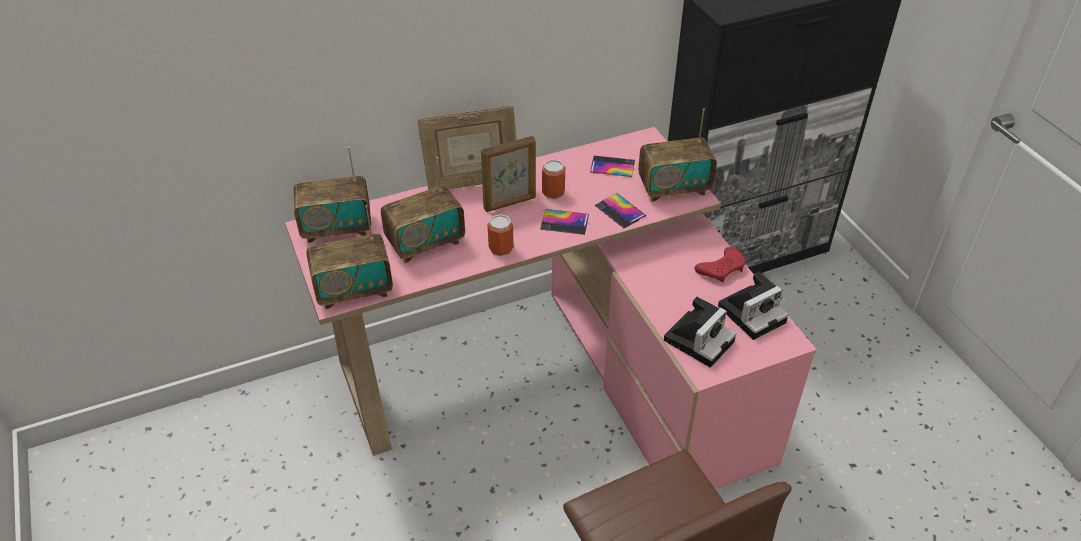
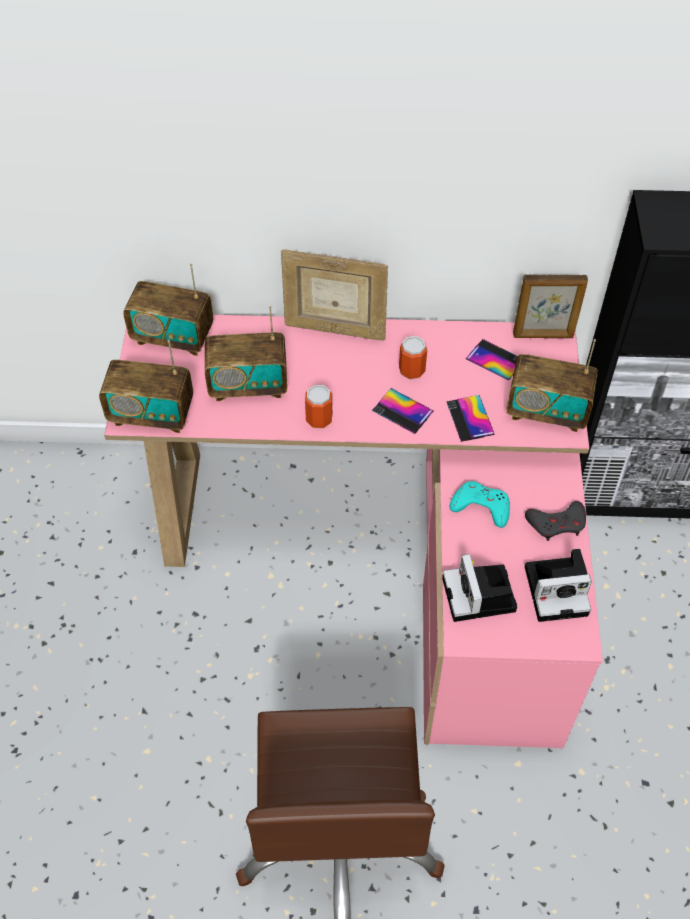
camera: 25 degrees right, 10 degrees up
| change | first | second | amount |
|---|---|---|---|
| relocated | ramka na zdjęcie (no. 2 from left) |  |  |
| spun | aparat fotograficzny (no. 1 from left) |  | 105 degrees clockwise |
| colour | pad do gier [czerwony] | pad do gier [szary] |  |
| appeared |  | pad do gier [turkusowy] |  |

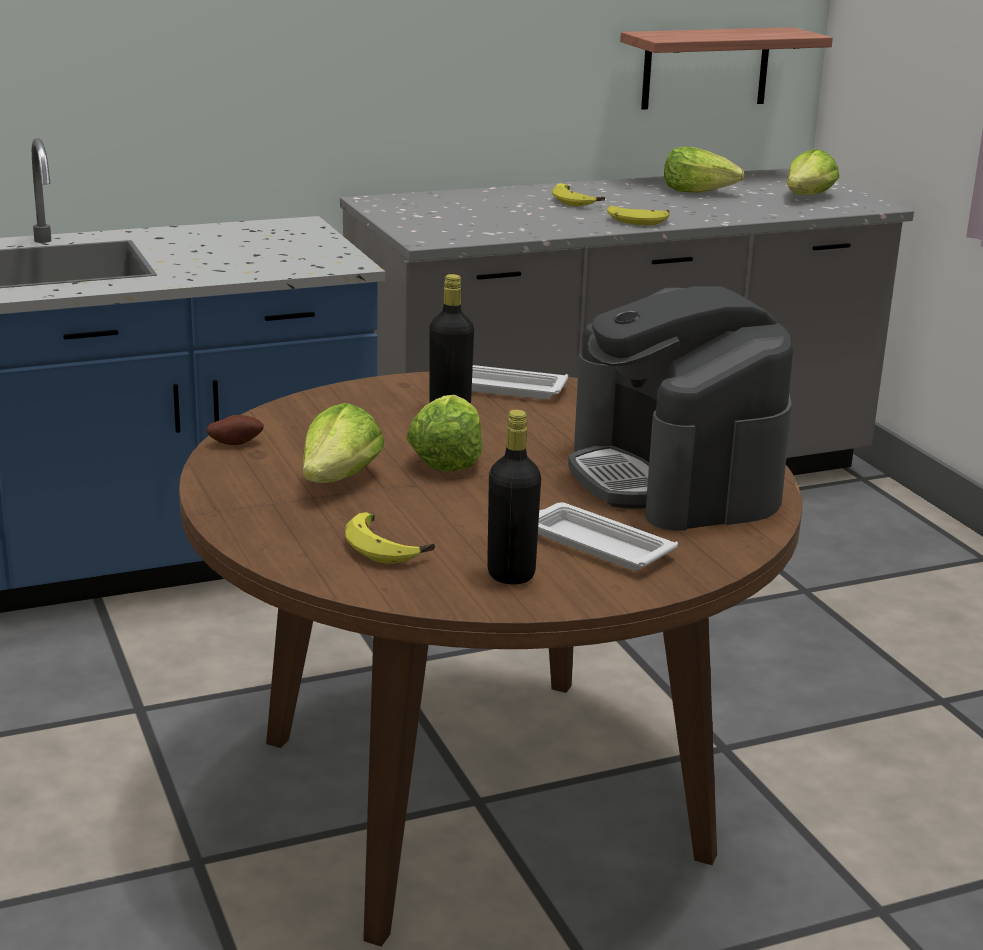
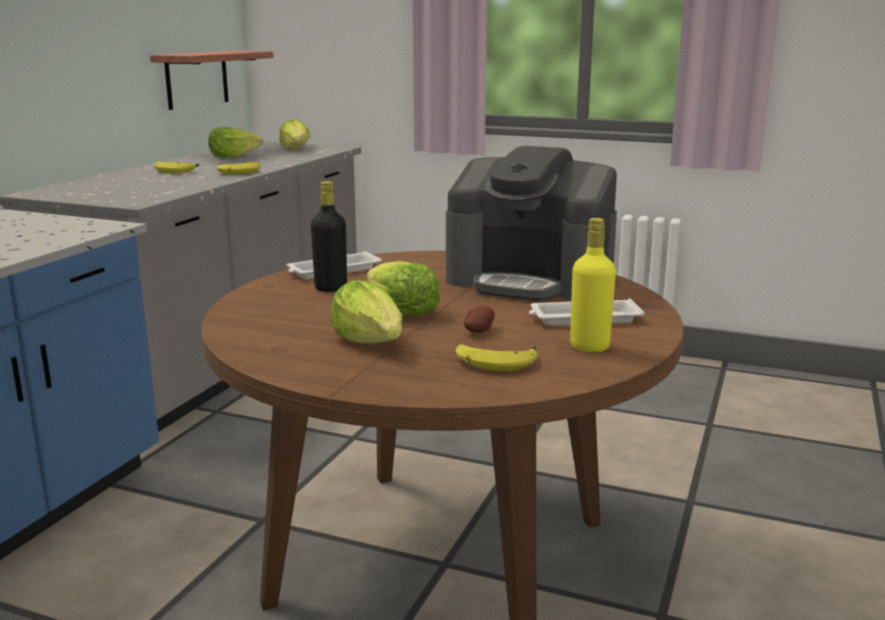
camera: 45 degrees left, 5 degrees down
| change | first | second | amount |
|---|---|---|---|
| relocated | ziemniak |  |  |
| colour | butelka [czarny] (no. 2 from left) | butelka [żółty] |  |

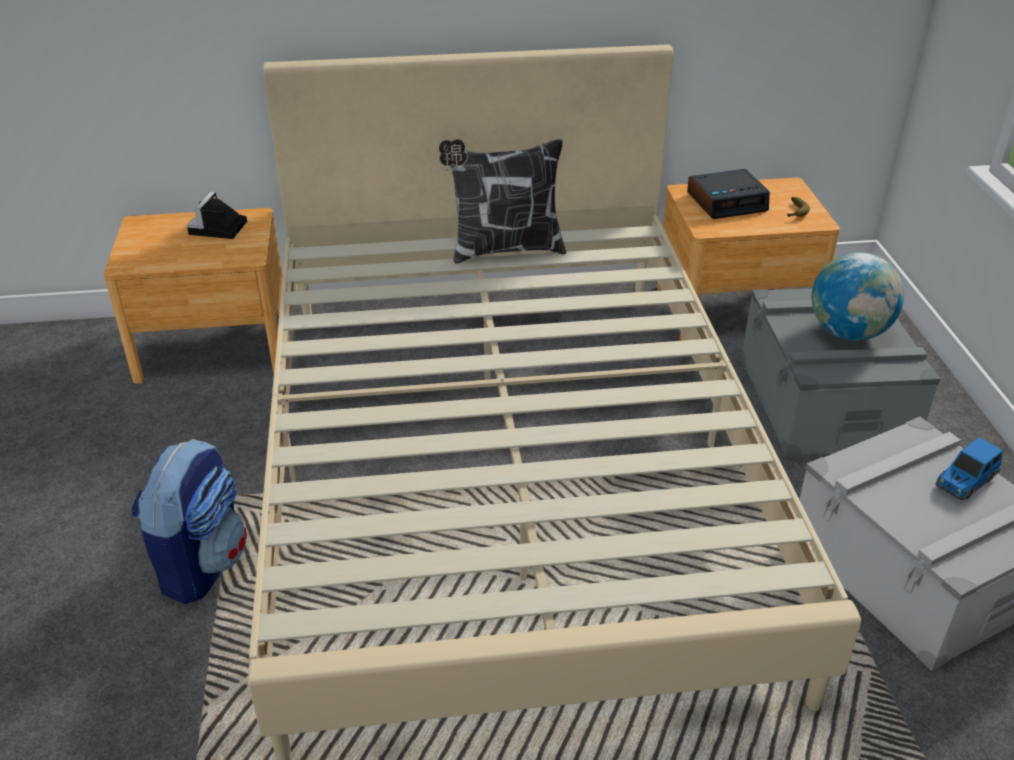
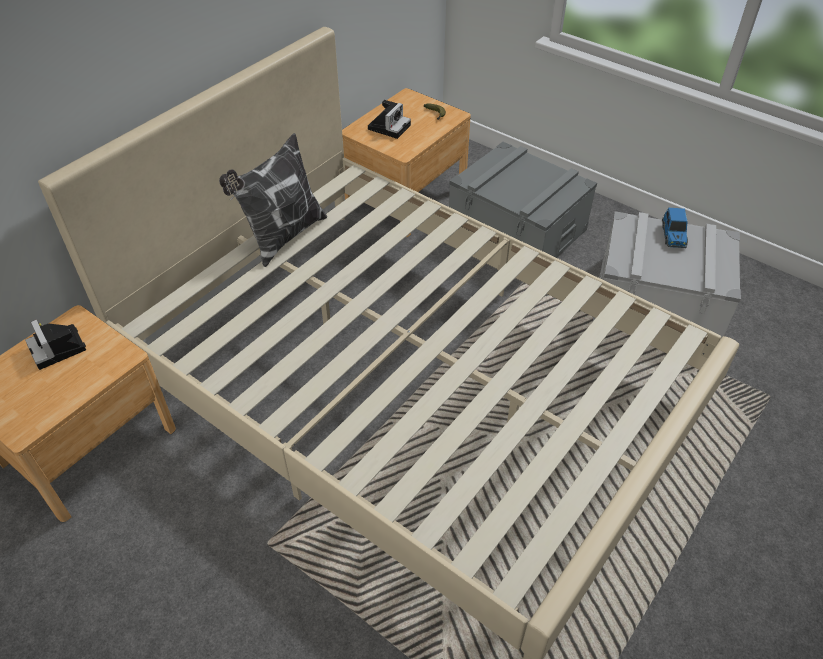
camera: 45 degrees left, 10 degrees up
| change | first | second | amount |
|---|---|---|---|
| missing | plecak |  |  |
| exchanged | budzik | aparat fotograficzny (no. 2 from left) |  |
| missing | globus |  |  |

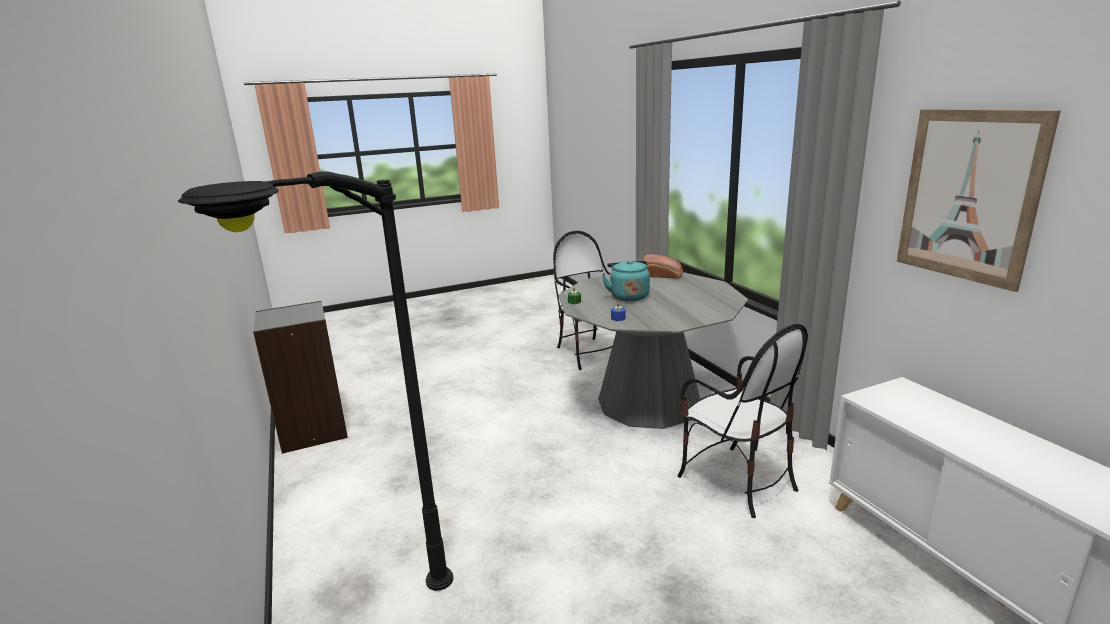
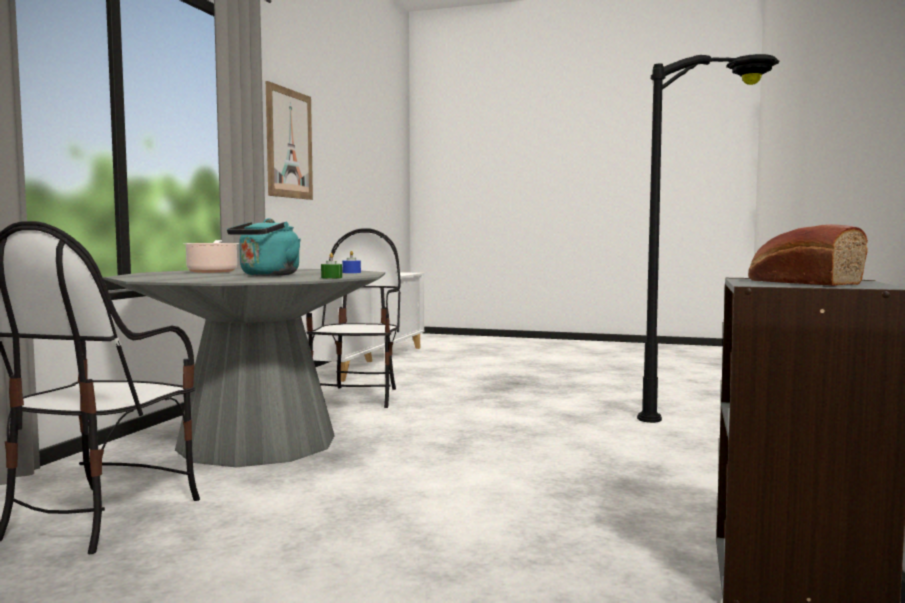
camera: 140 degrees left, 15 degrees down
| change | first | second | amount |
|---|---|---|---|
| relocated | chleb |  |  |
| appeared |  | garnek |  |

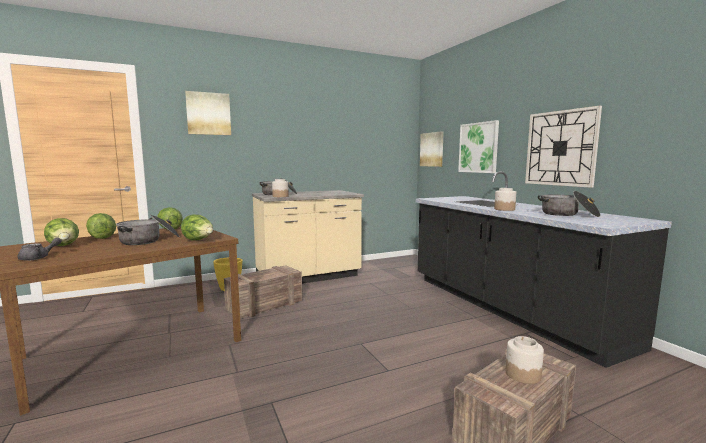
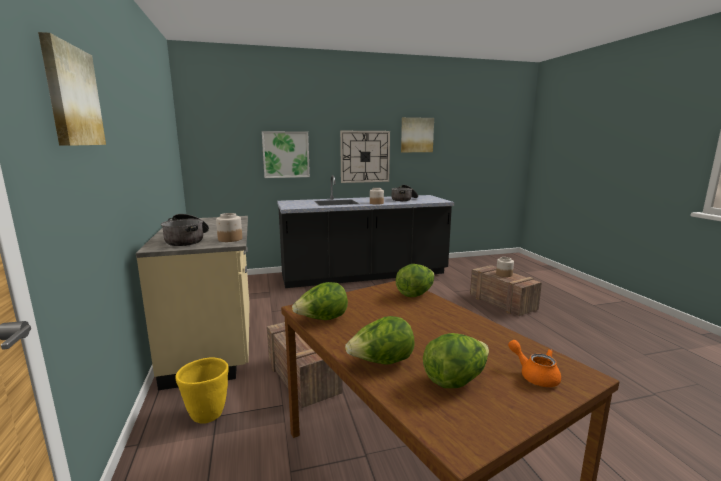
camera: 80 degrees left, 5 degrees up
| change | first | second | amount |
|---|---|---|---|
| colour | imbryk [szary] | imbryk [pomarańczowy] |  |
| missing | garnek (no. 1 from left) |  |  |
| relocated | obraz (no. 2 from left in the first image) | obraz (no. 3 from left) |  |

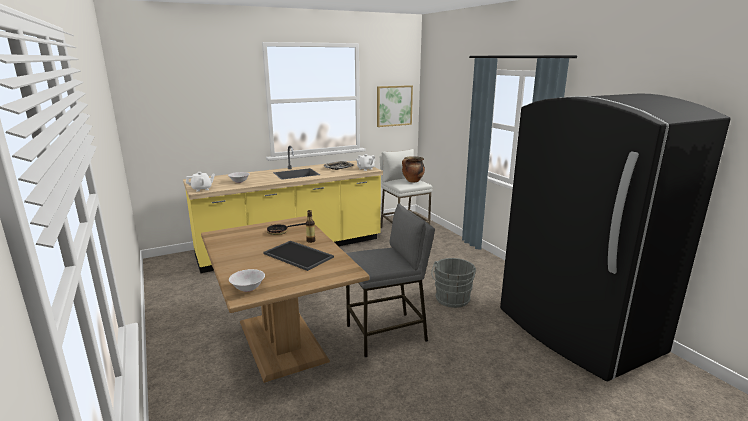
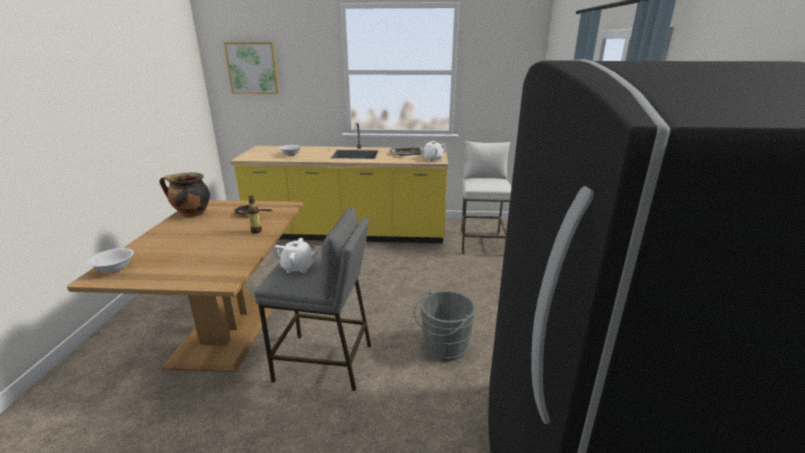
camera: 30 degrees right, 5 degrees up
| change | first | second | amount |
|---|---|---|---|
| relocated | imbryk [biały] (no. 1 from left) |  |  |
| missing | taca (no. 1 from left) |  |  |
| relocated | obraz |  |  |
| relocated | garnek |  |  |

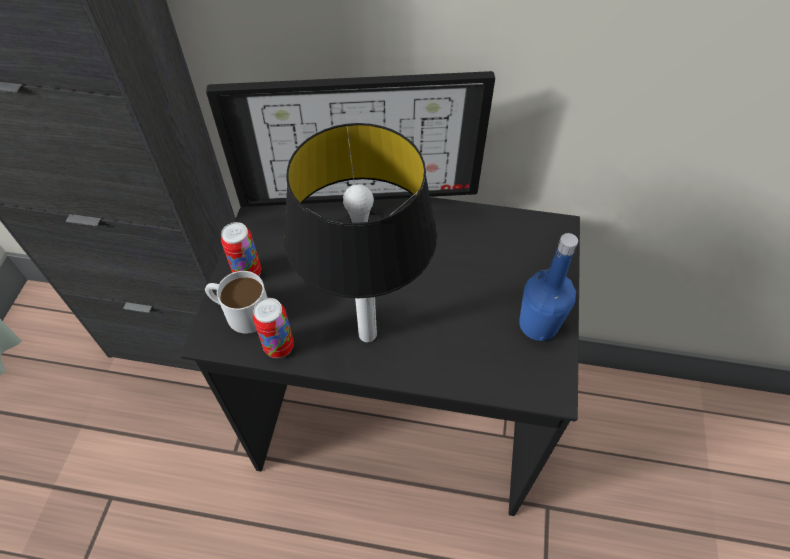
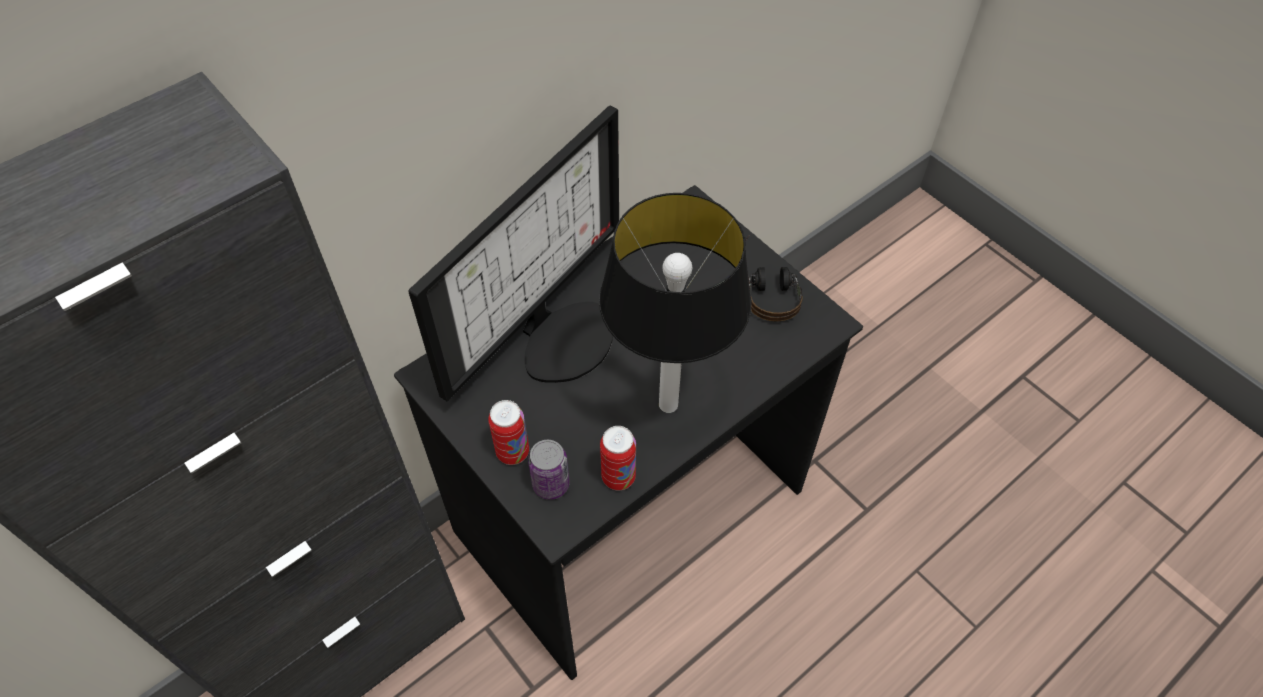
camera: 50 degrees left, 0 degrees up
| change | first | second | amount |
|---|---|---|---|
| exchanged | kubek [biały] | puszka (no. 2 from left) |  |
| exchanged | butelka [niebieski] | słuchawki |  |

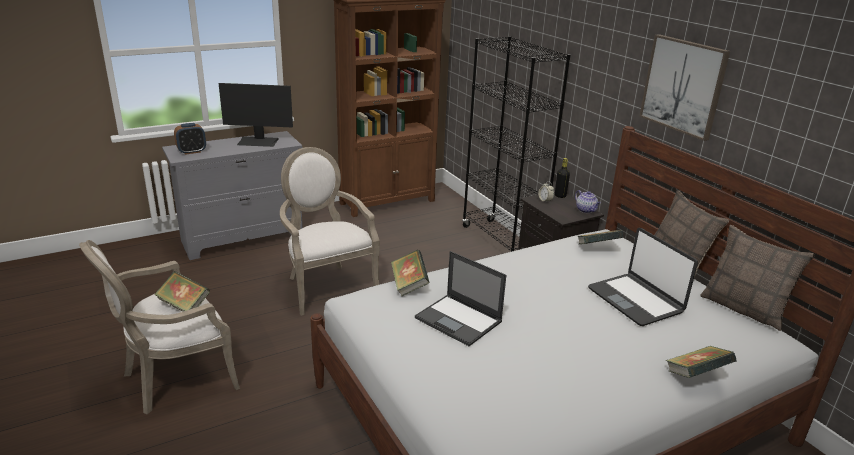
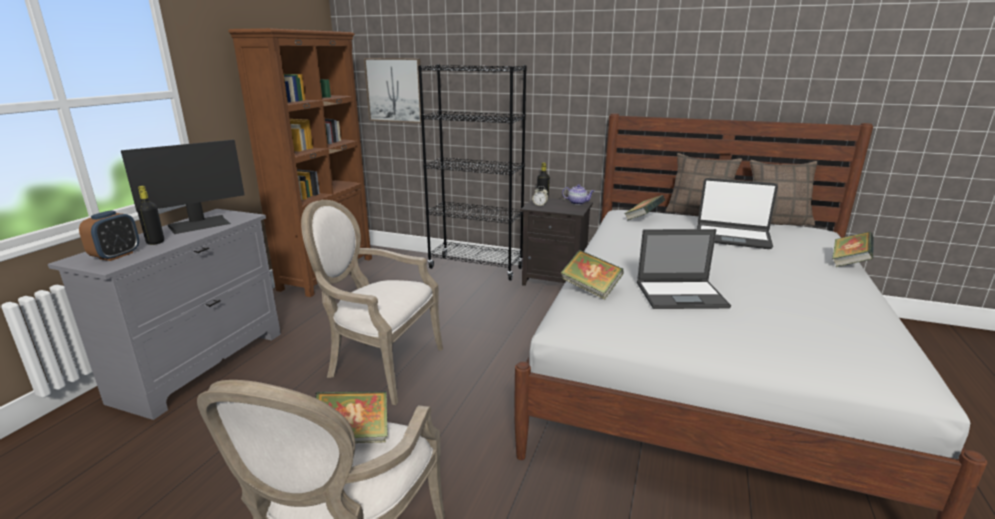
camera: 40 degrees left, 5 degrees down
| change | first | second | amount |
|---|---|---|---|
| relocated | obraz |  |  |
| appeared |  | butelka [czarny] (no. 1 from left) |  |

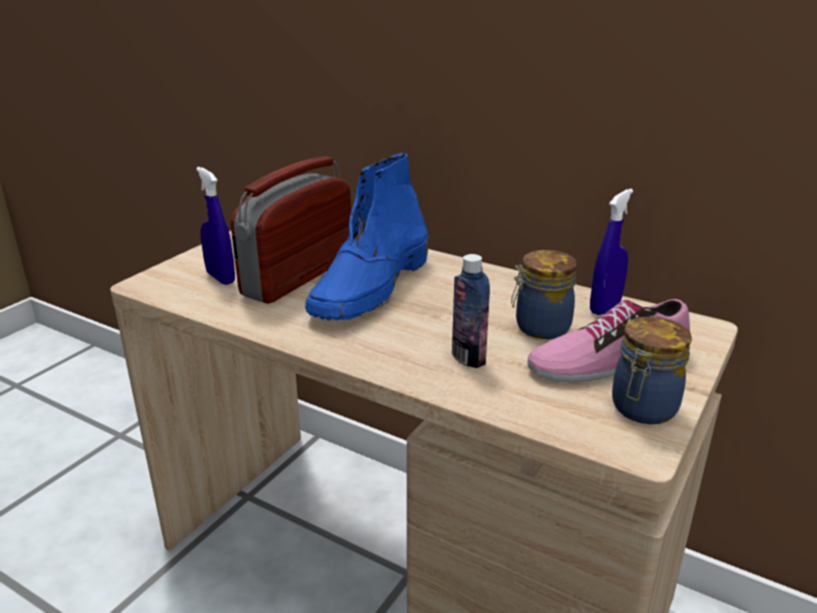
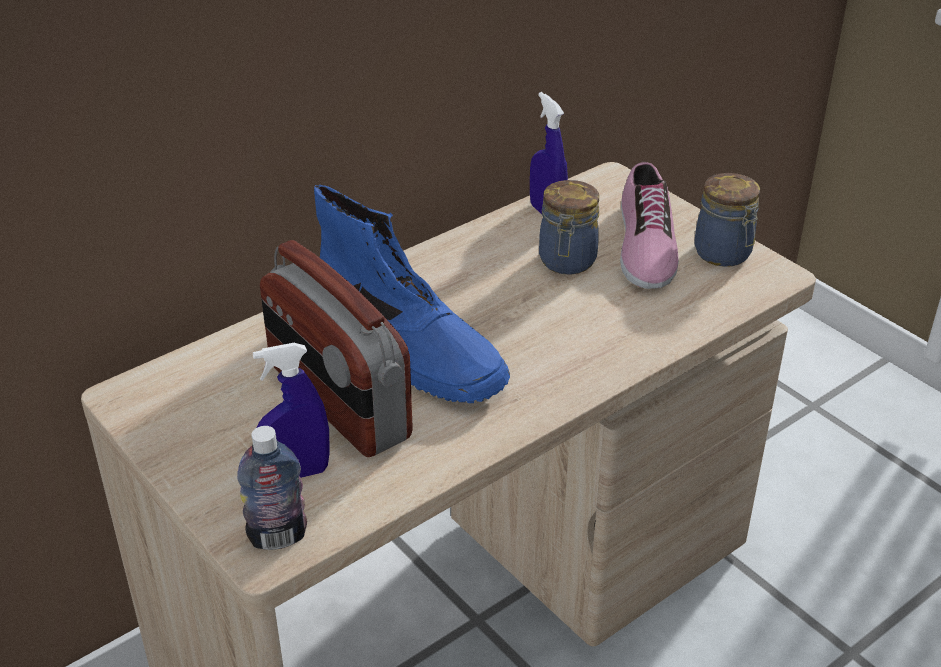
camera: 70 degrees left, 10 degrees up
| change | first | second | amount |
|---|---|---|---|
| relocated | butelka |  |  |

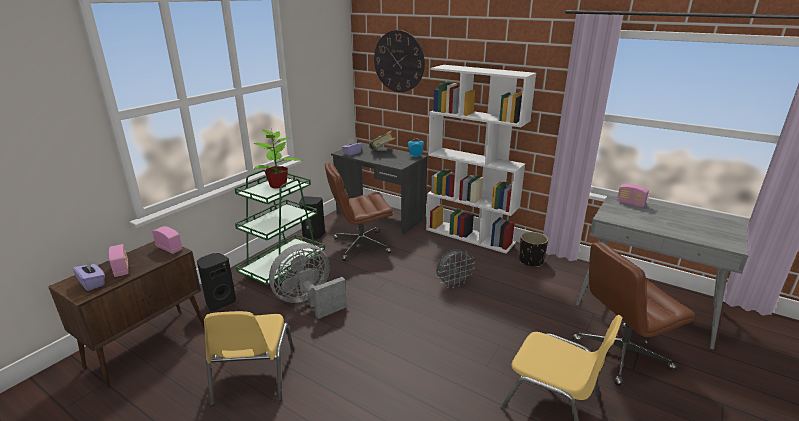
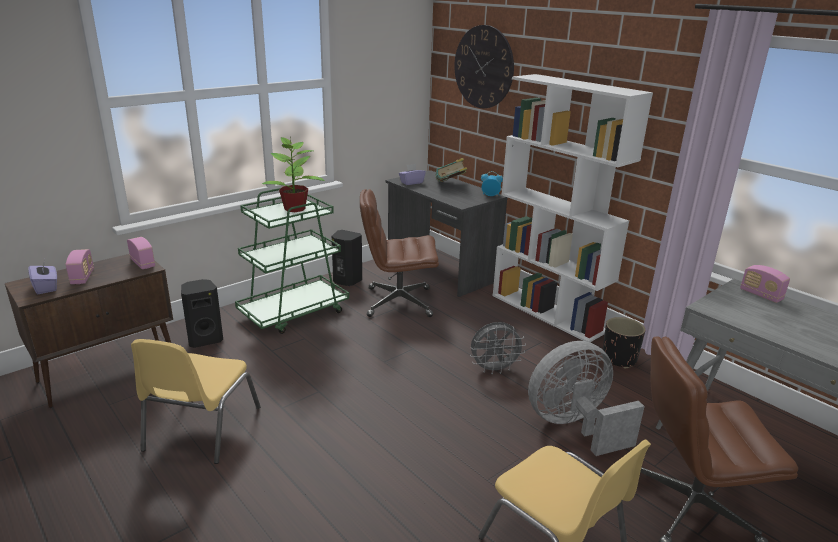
camera: 15 degrees right, 0 degrees up
| change | first | second | amount |
|---|---|---|---|
| relocated | wentylator [szary] (no. 1 from left in the first image) | wentylator [szary] (no. 2 from left) |  |

